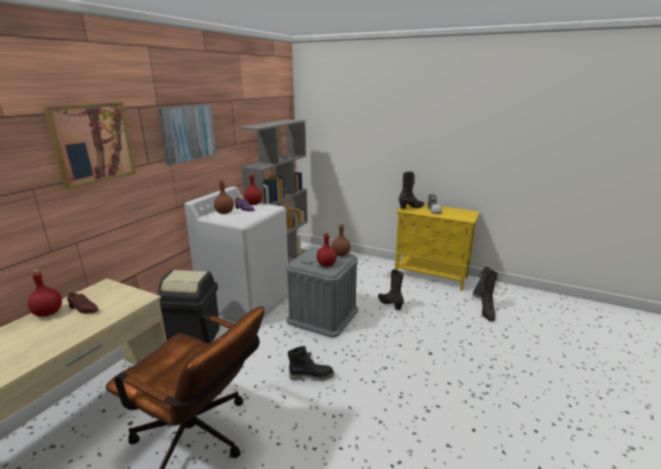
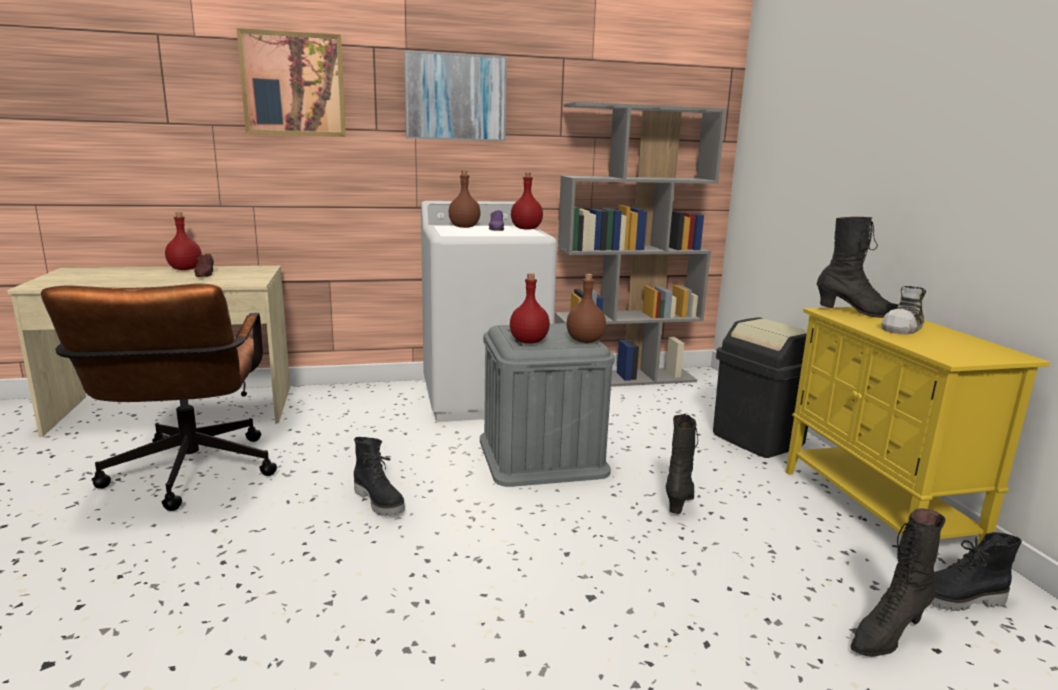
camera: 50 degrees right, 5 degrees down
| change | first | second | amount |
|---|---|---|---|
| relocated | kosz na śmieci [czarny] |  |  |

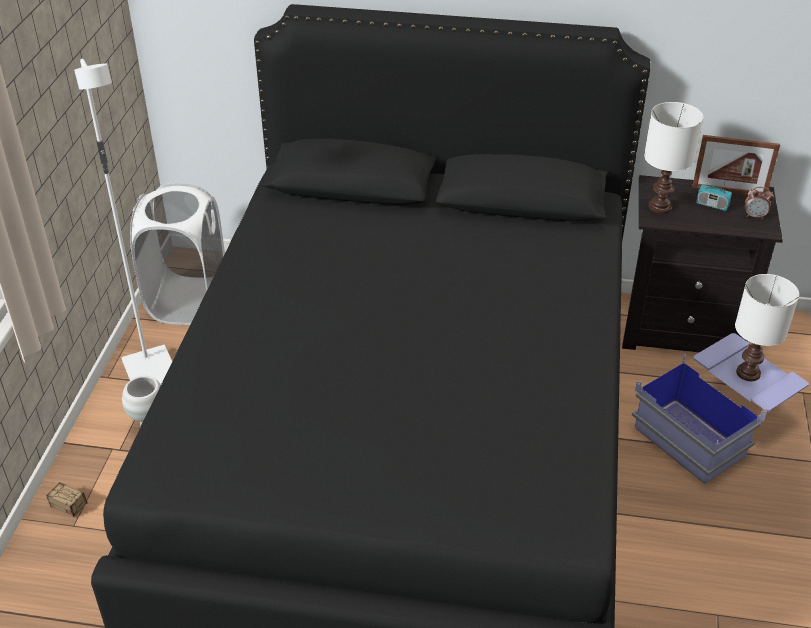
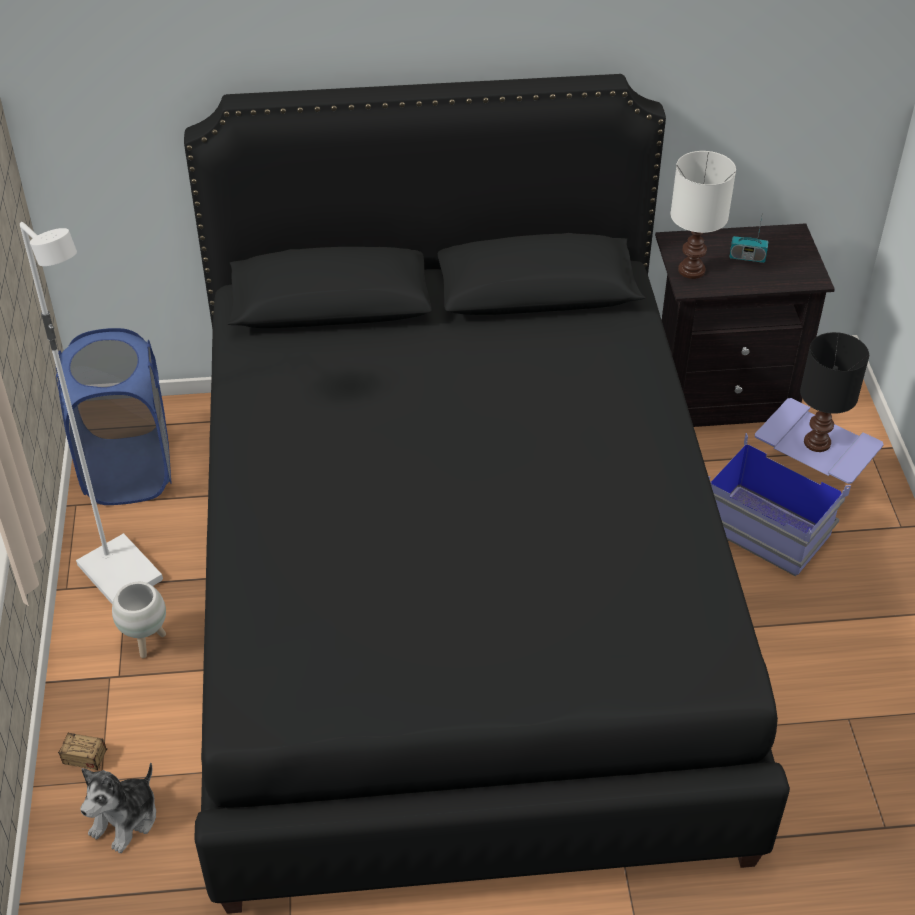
camera: 15 degrees left, 5 degrees up
| change | first | second | amount |
|---|---|---|---|
| colour | kosz na pranie [biały] | kosz na pranie [niebieski] |  |
| missing | ramka na zdjęcie |  |  |
| colour | lampa stołowa [biały] (no. 2 from left) | lampa stołowa [czarny] |  |
| missing | budzik |  |  |
| appeared |  | pluszak |  |

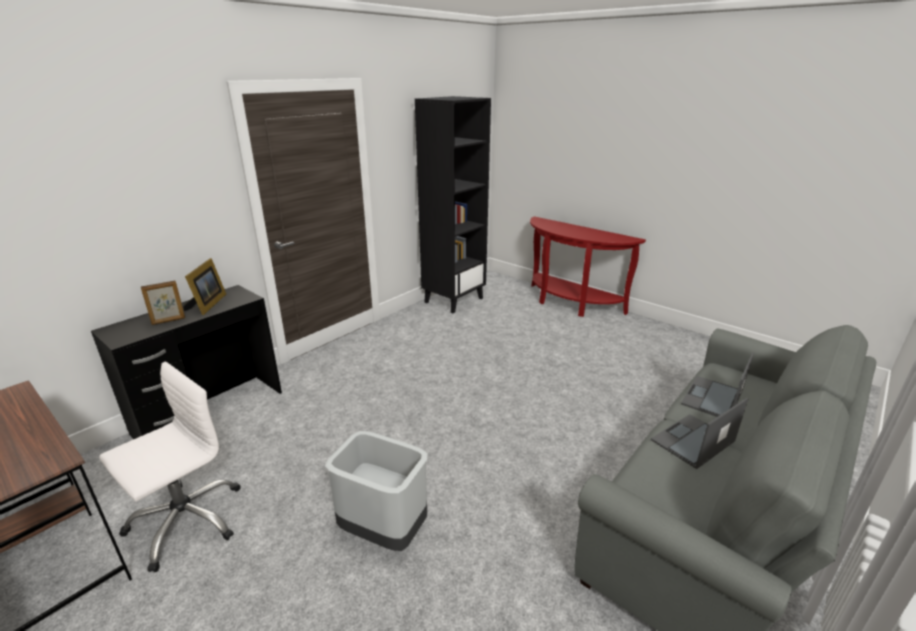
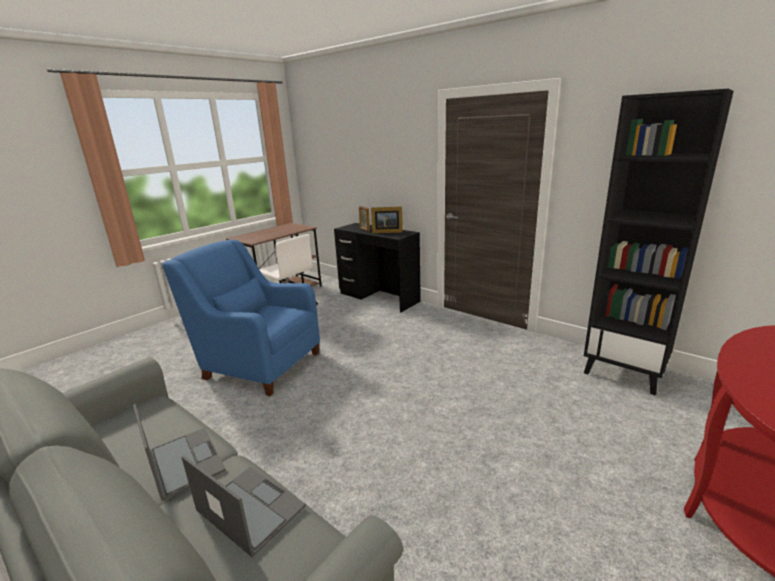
camera: 90 degrees right, 5 degrees down
| change | first | second | amount |
|---|---|---|---|
| exchanged | kosz na śmieci [szary] | fotel [niebieski] |  |

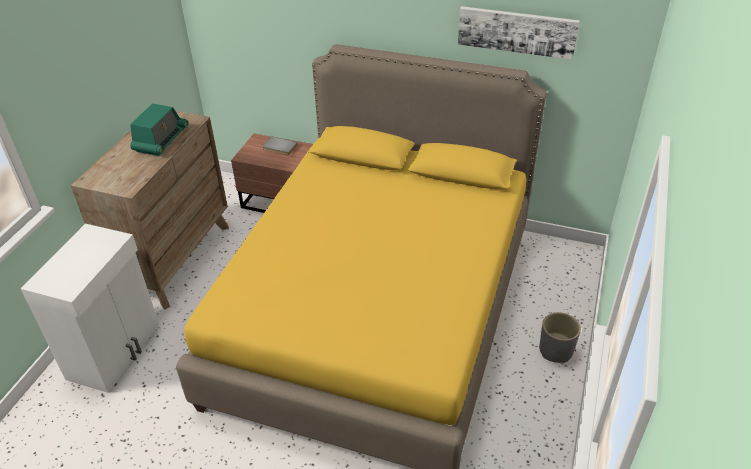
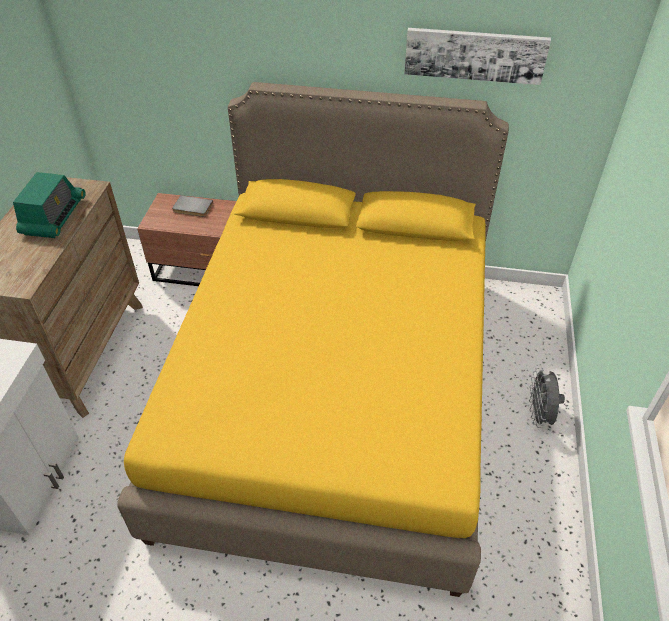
camera: 10 degrees left, 5 degrees up
| change | first | second | amount |
|---|---|---|---|
| exchanged | donica [szary] | wentylator [szary] |  |

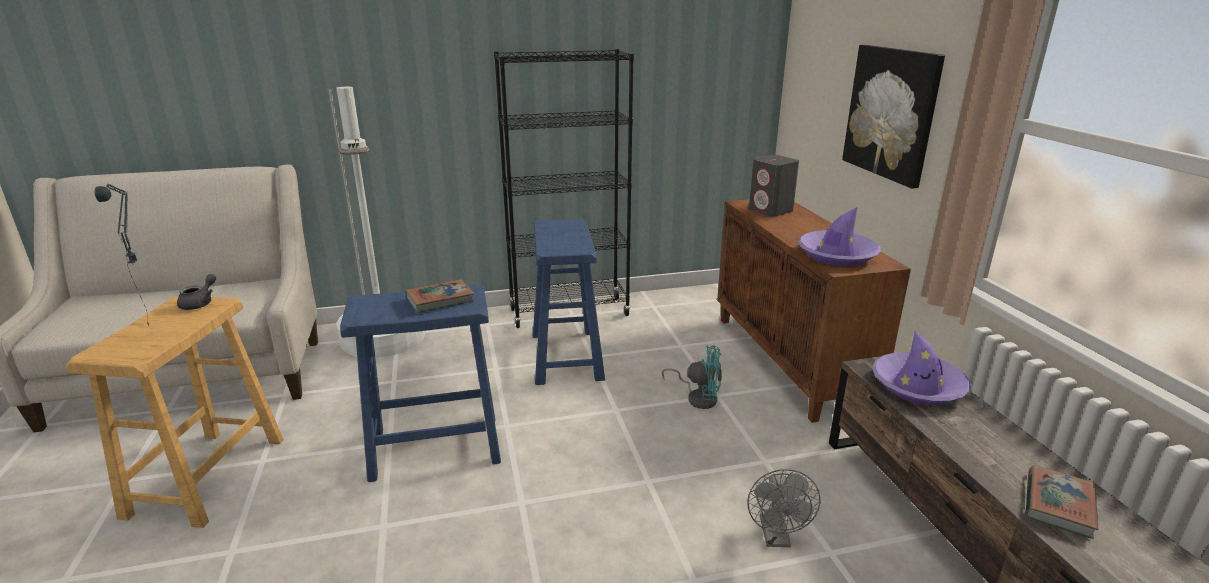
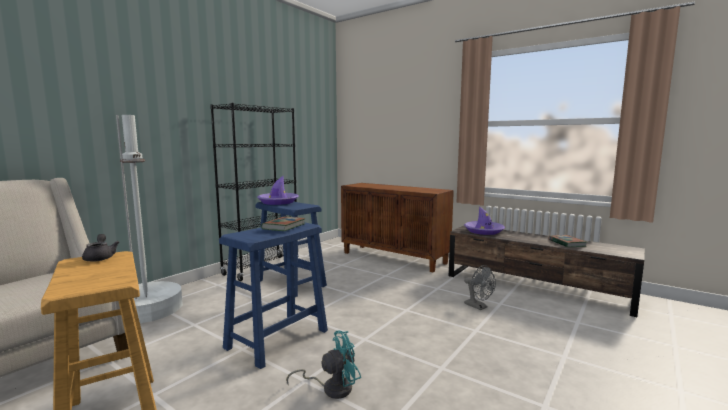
camera: 40 degrees left, 15 degrees down
| change | first | second | amount |
|---|---|---|---|
| missing | lampa stołowa |  |  |
| relocated | wentylator [turkusowy] |  |  |
| missing | głośnik [szary] |  |  |
| relocated | kapelusz [fioletowy] (no. 1 from left) |  |  |
| missing | obraz |  |  |

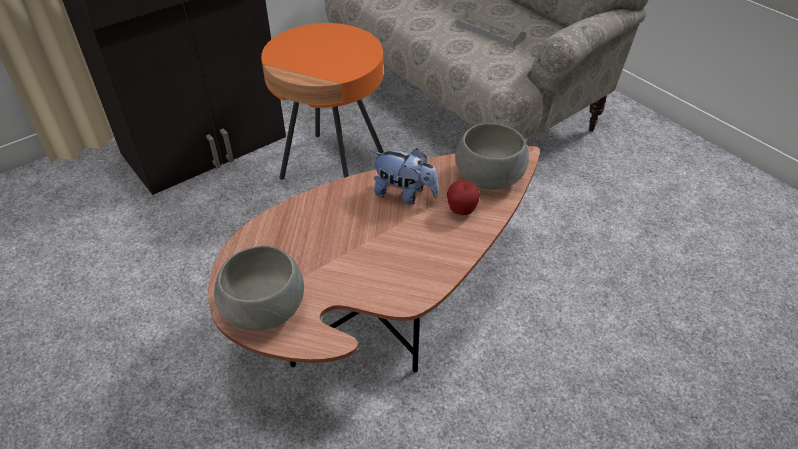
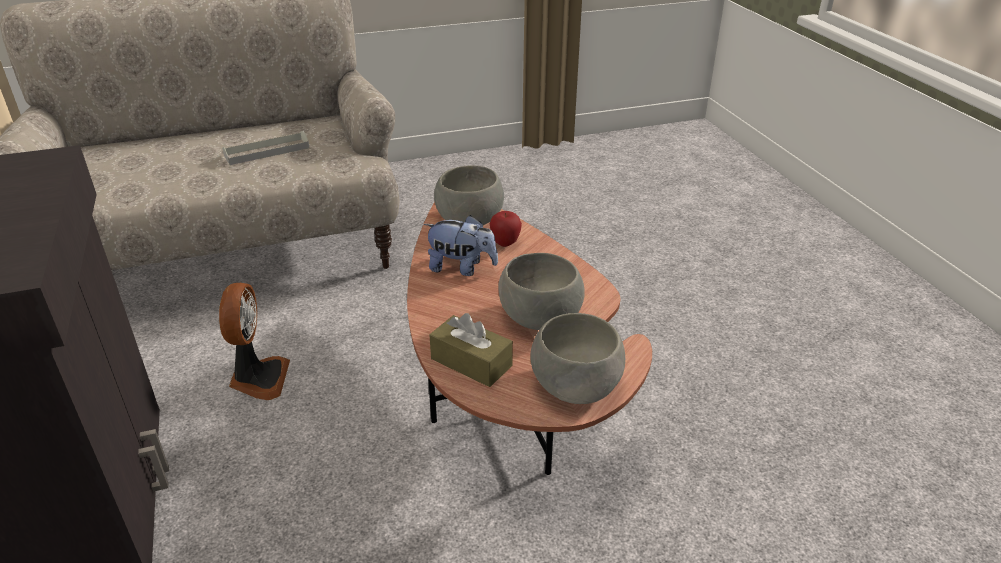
camera: 70 degrees left, 10 degrees down
| change | first | second | amount |
|---|---|---|---|
| exchanged | stolik [pomarańczowy] | wentylator |  |
| spun | pluszak |  | 60 degrees clockwise |
| appeared |  | pudełko chusteczek [brązowy] |  |
| appeared |  | miska [szary] (no. 2 from left) |  |

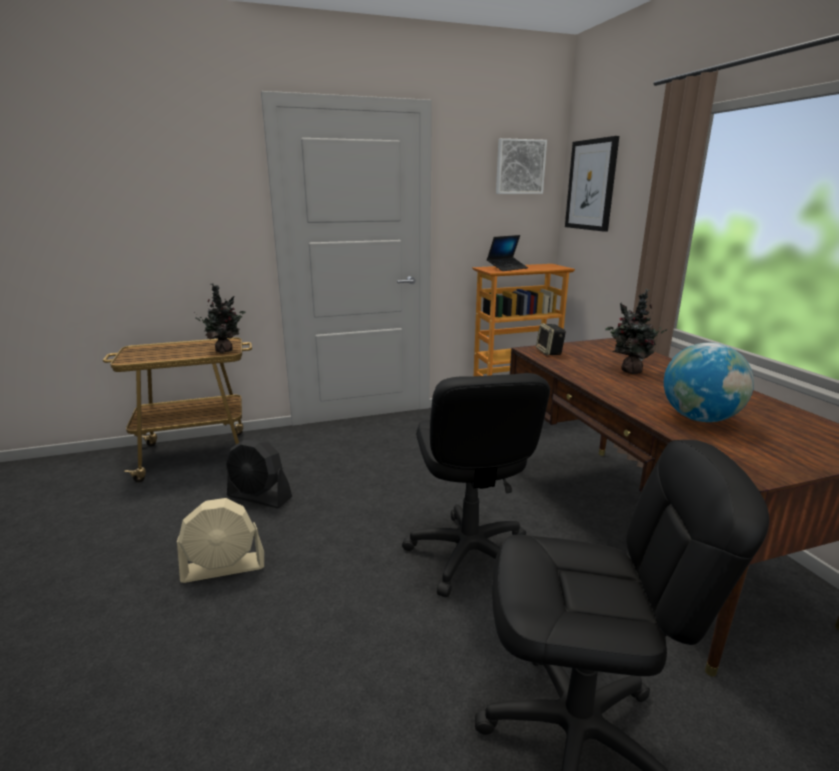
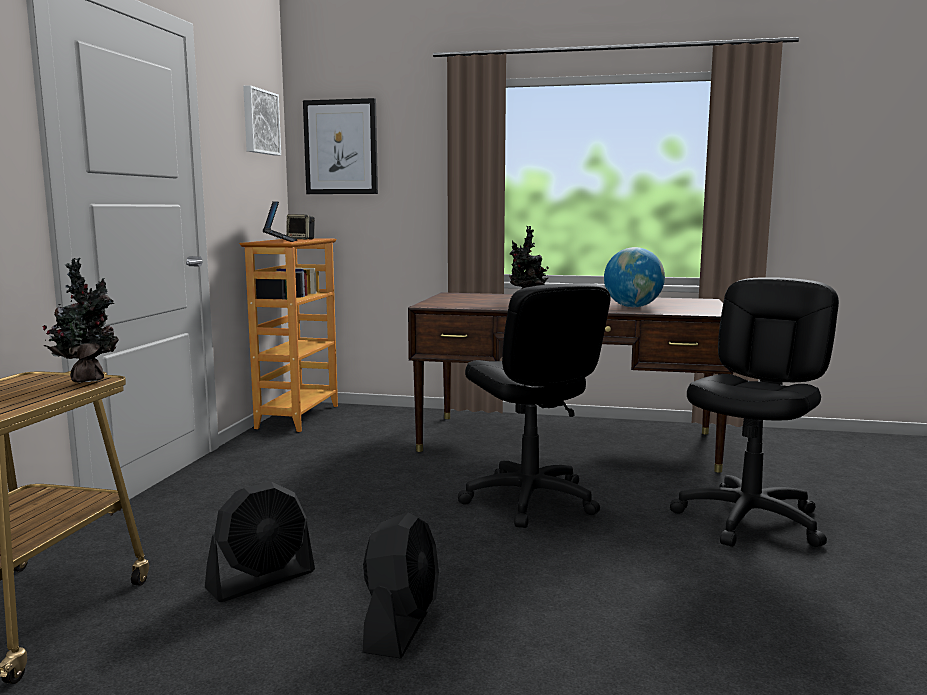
camera: 60 degrees left, 10 degrees down
| change | first | second | amount |
|---|---|---|---|
| colour | wentylator [beżowy] | wentylator [czarny] (no. 2 from left) |  |
| spun | krzesło biurowe [czarny] (no. 1 from left) |  | 45 degrees clockwise |
| relocated | głośnik |  |  |

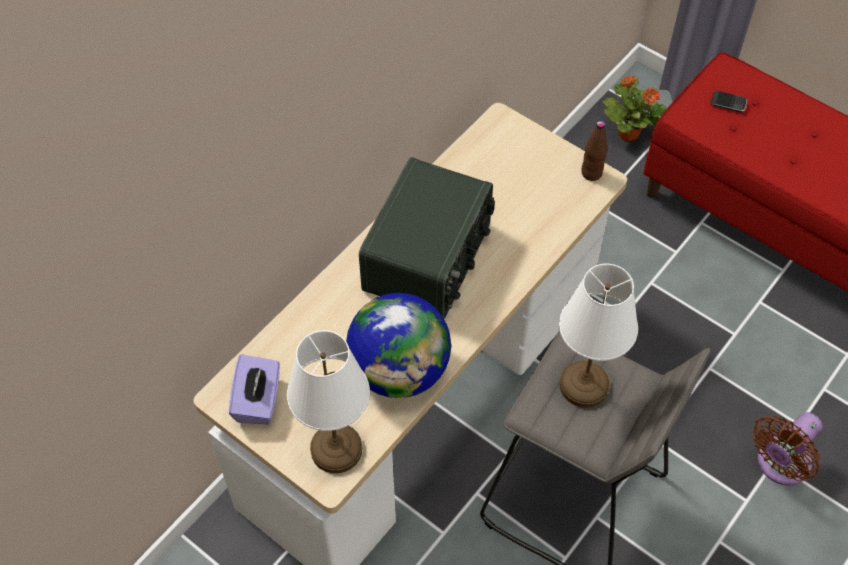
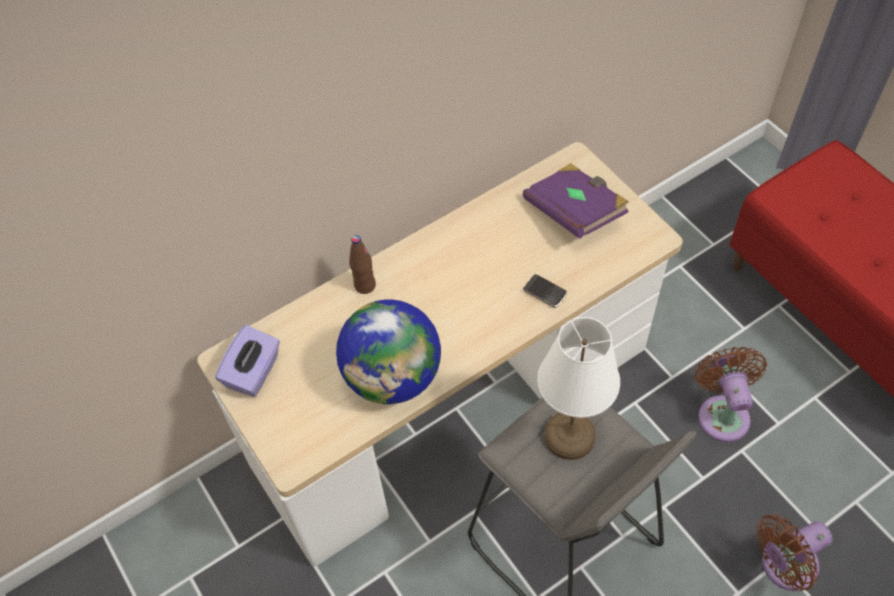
camera: 20 degrees right, 0 degrees up
| change | first | second | amount |
|---|---|---|---|
| missing | lampa stołowa [biały] (no. 1 from left) |  |  |
| missing | radio |  |  |
| relocated | butelka [brązowy] |  |  |
| missing | roślina doniczkowa |  |  |
| relocated | telefon |  |  |
| appeared |  | książka [fioletowy] |  |
| appeared |  | wentylator [brązowy] (no. 1 from left) |  |

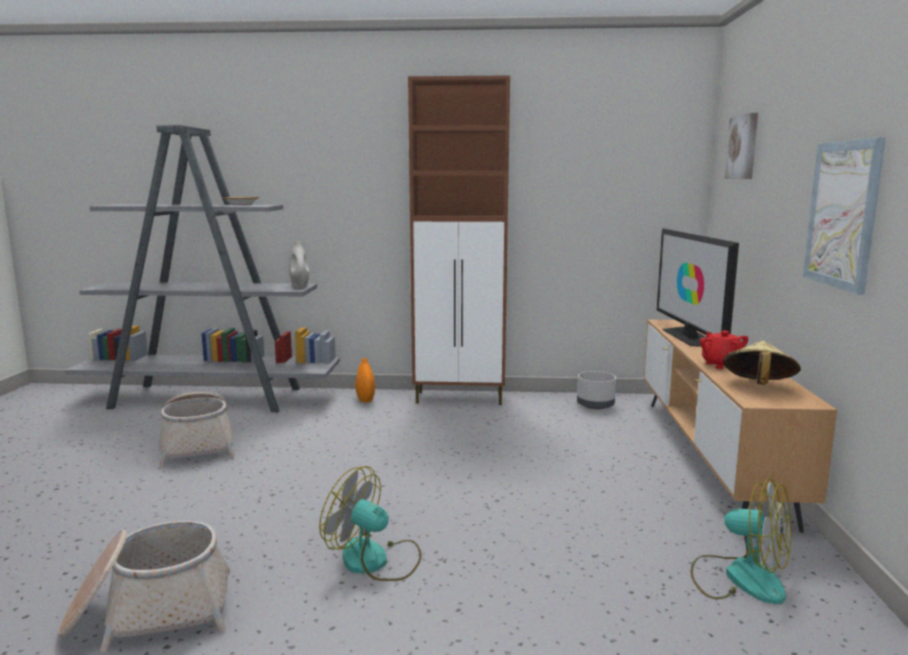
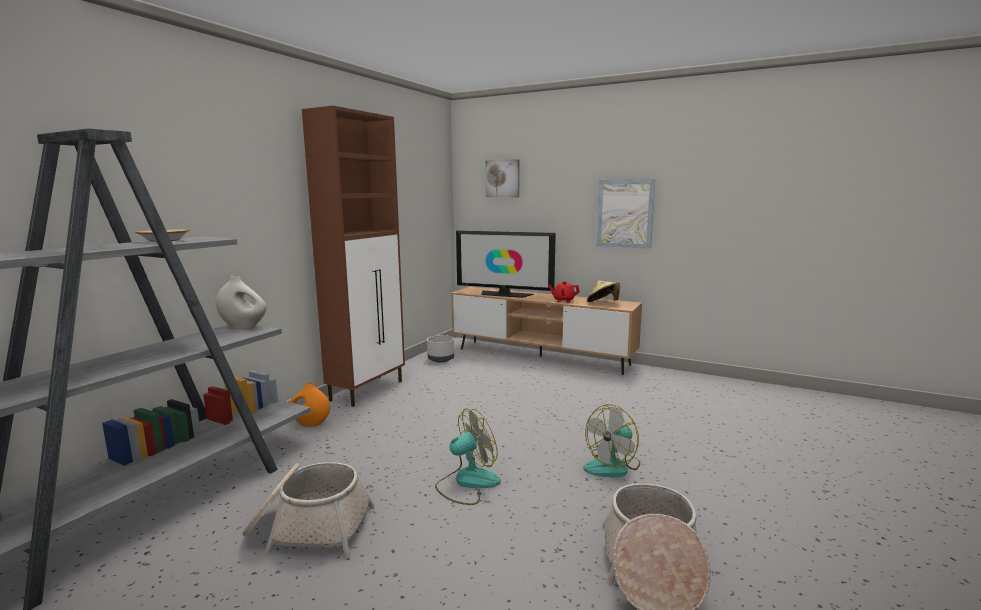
camera: 65 degrees left, 0 degrees up
| change | first | second | amount |
|---|---|---|---|
| relocated | wentylator (no. 2 from left in the first image) | wentylator (no. 1 from left) |  |

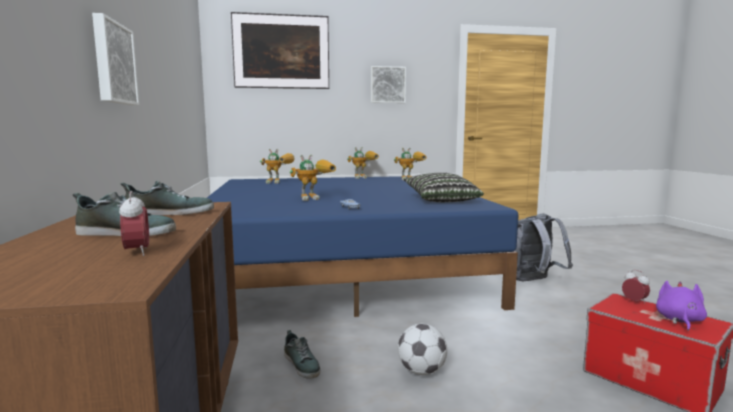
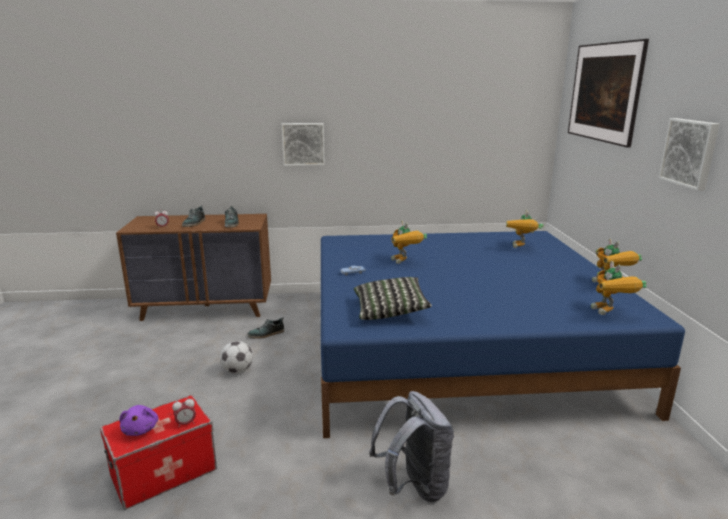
camera: 95 degrees right, 10 degrees up
| change | first | second | amount |
|---|---|---|---|
| spun | pluszak [fioletowy] |  | 45 degrees clockwise |

